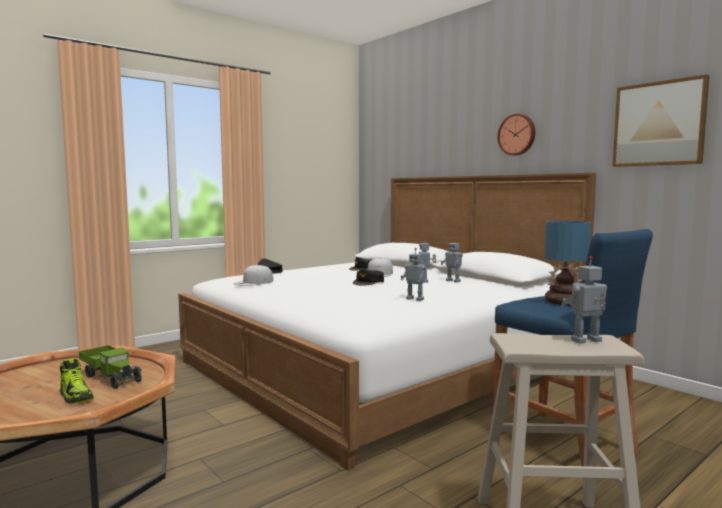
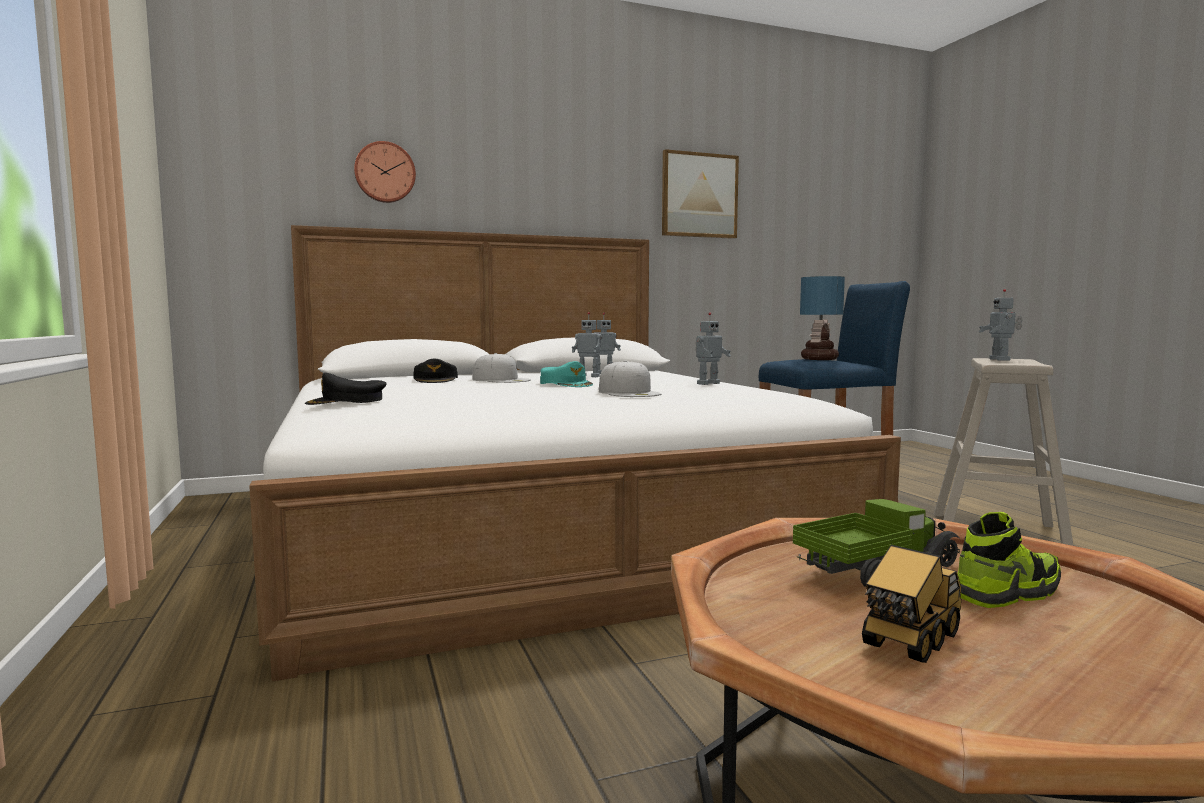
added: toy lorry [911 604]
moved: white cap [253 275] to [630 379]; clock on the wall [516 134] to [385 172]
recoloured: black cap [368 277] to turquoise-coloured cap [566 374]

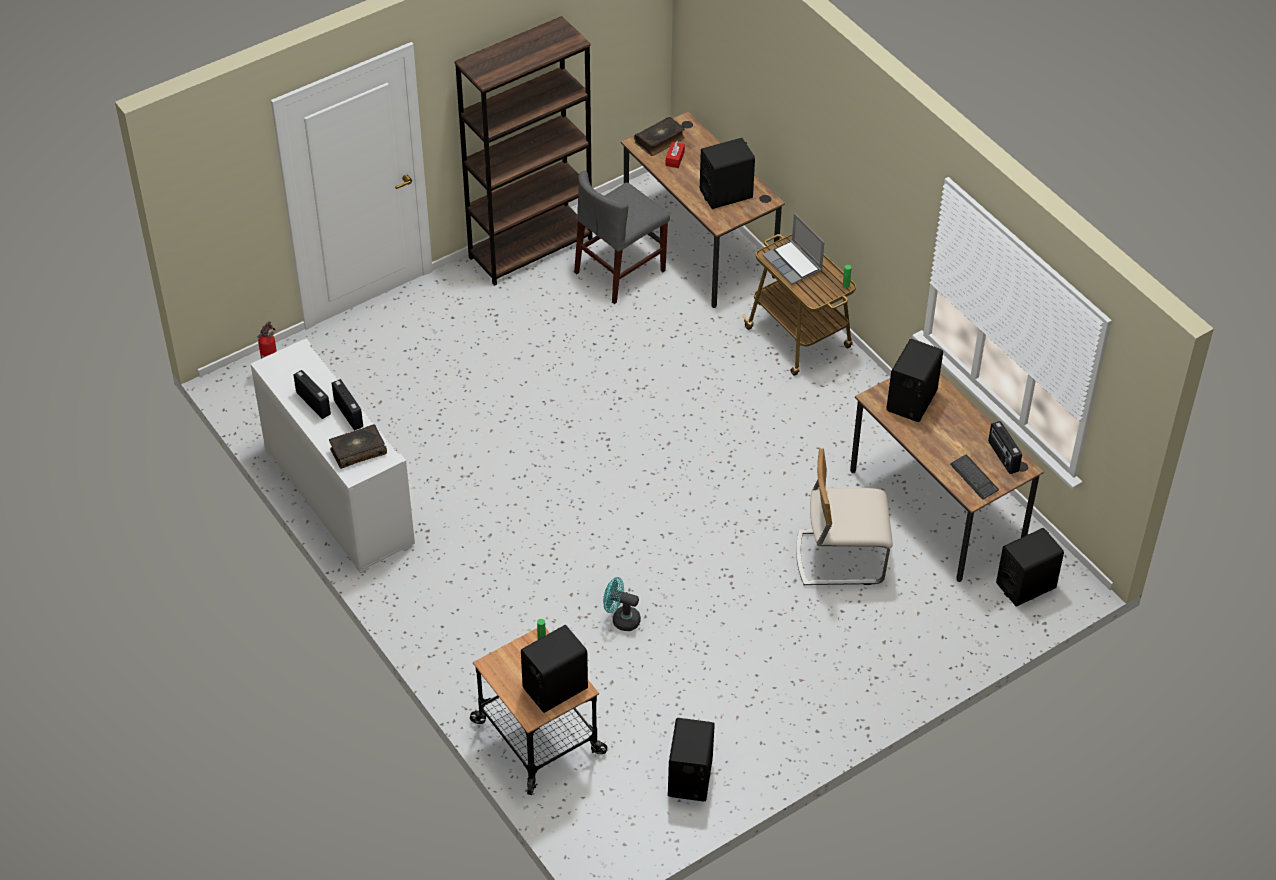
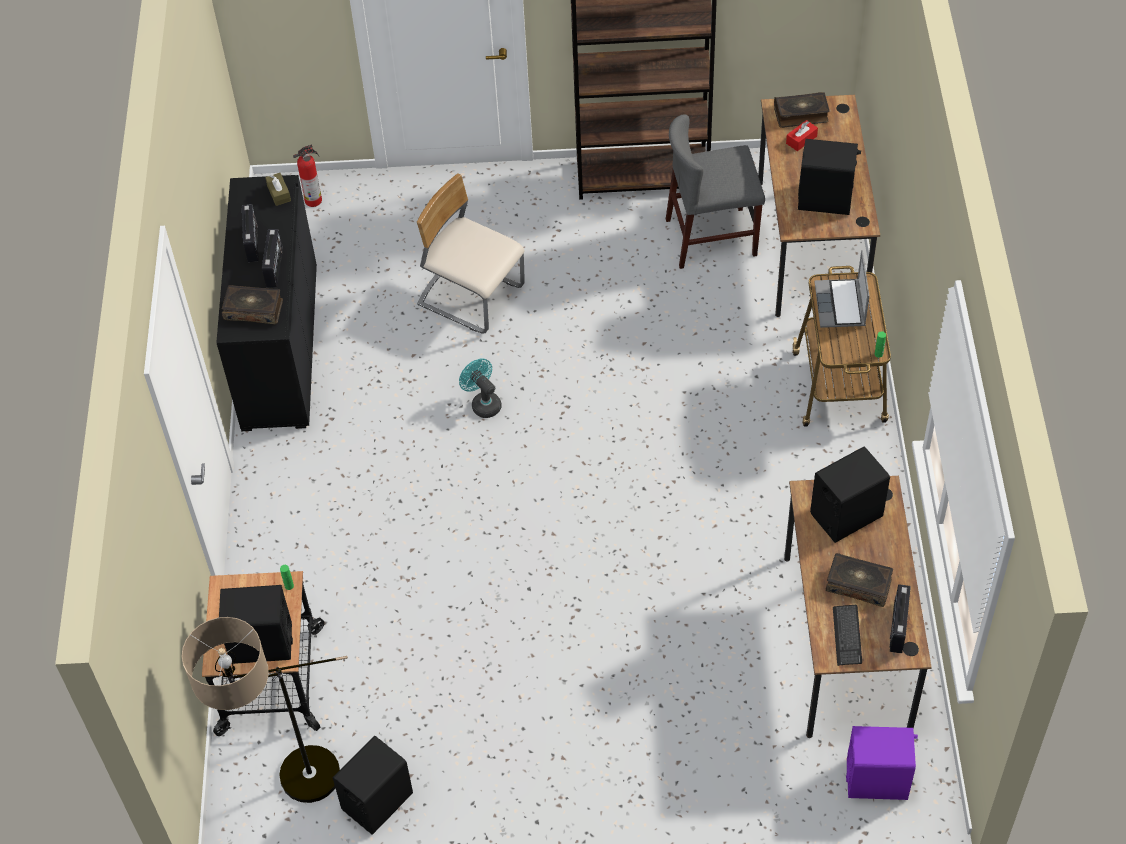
added: floor lamp [265 710]; brown tissue box [278 189]; book [859 580]
moved: turquoise-coloured fan [622 604] to [480 388]; beige-coloured plain chair [844 516] to [471 253]
recoloured: white storage cabinet [332 455] to black storage cabinet [266 303]; black loudspeaker [1030 567] to purplish loudspeaker [882 763]

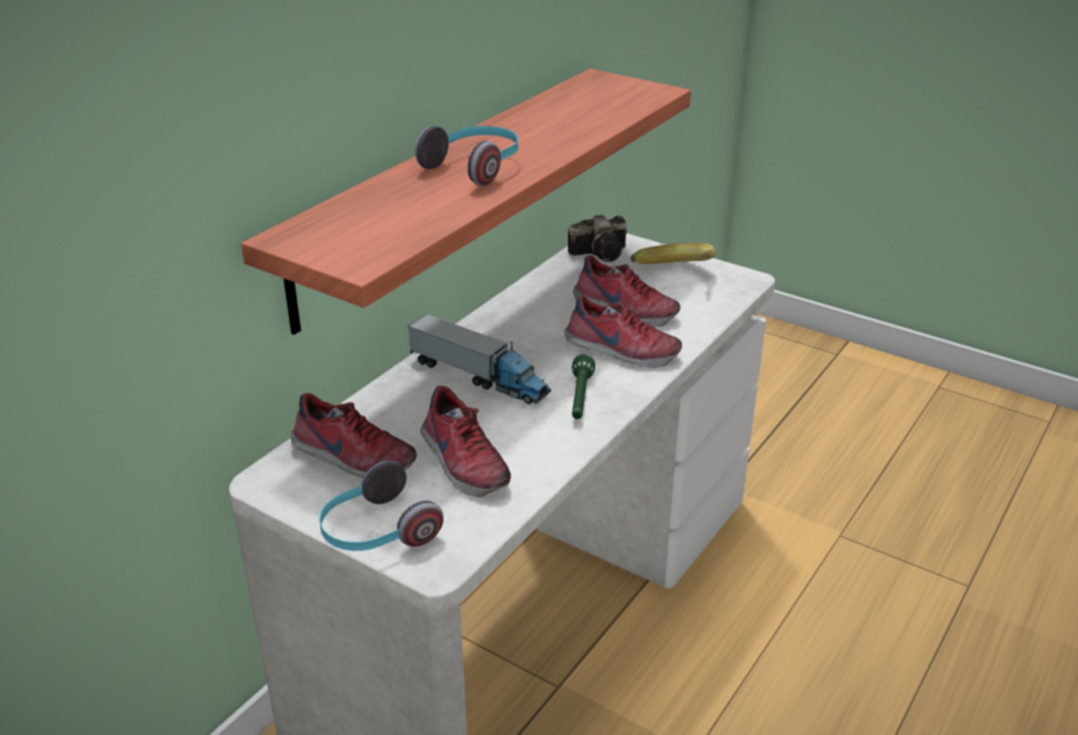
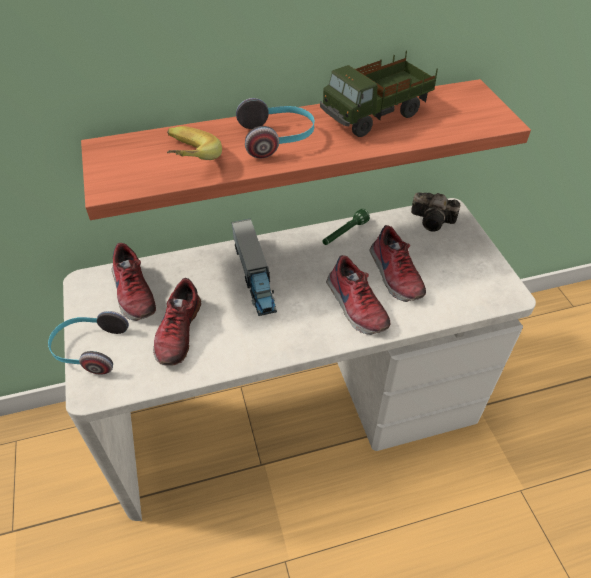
added: toy lorry [379 93]
moved: green torch [583 386] to [346 227]; banana fruit [673 253] to [194 143]

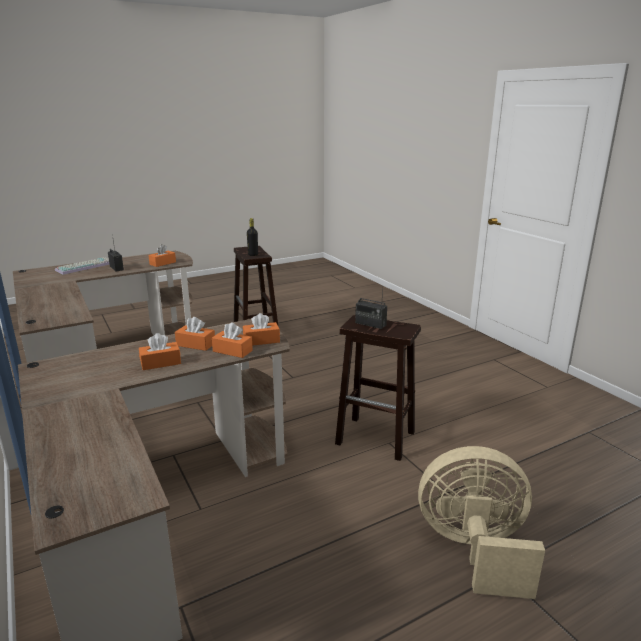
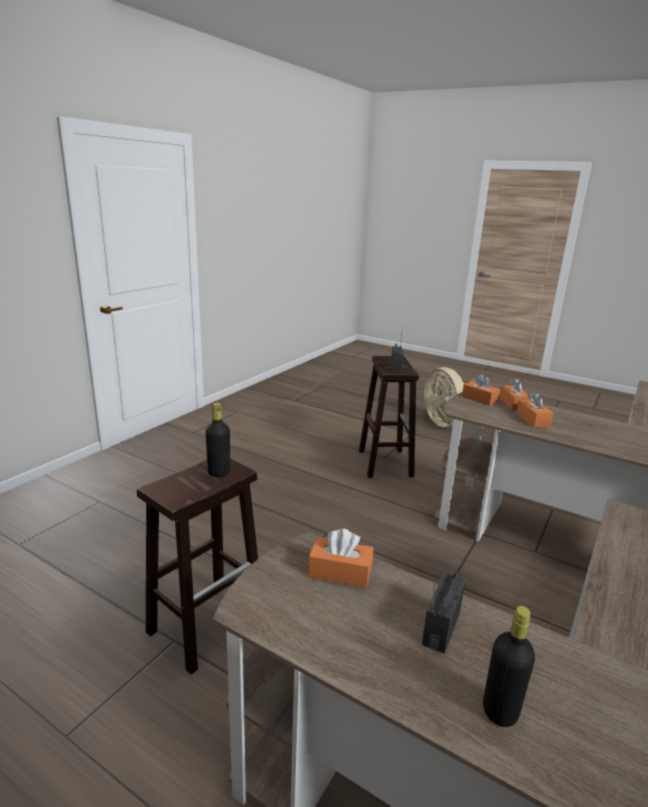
removed: orange tissue box [160 351]
replaced: computer keyboard [82 266] to black bottle [509 666]

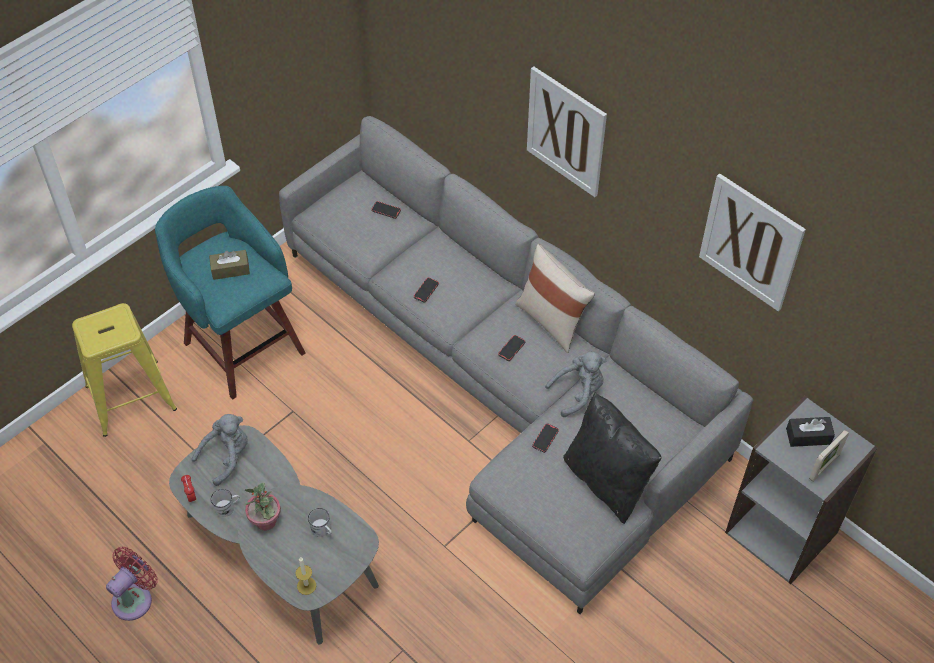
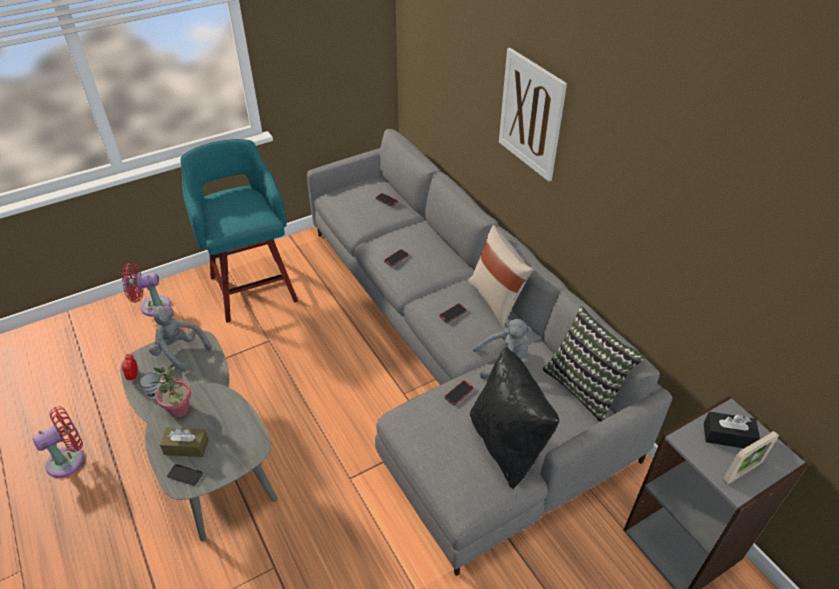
removed: white tea mug [320 522]; wall picture [752 242]
added: cushion [594 364]
moved: brown tissue box [229 265] to [184 442]
replaced: yellowish stool [124 370] to reddish fan [146 289]; candle [305 576] to telephone [185 475]
turned: grey cuddly toy [220 450] = [180 339] 120 degrees counterclockwise

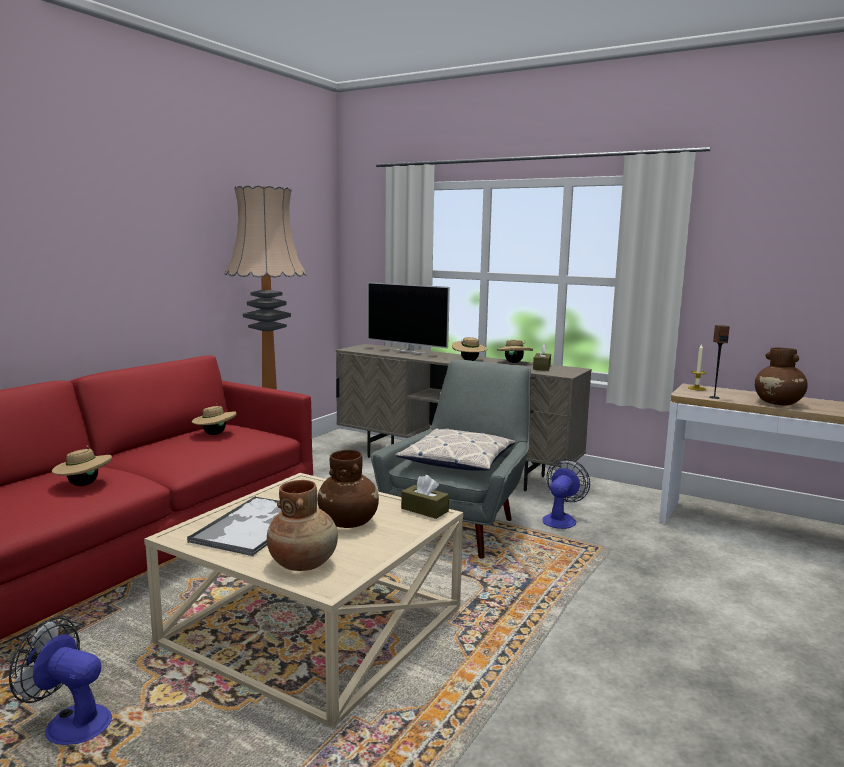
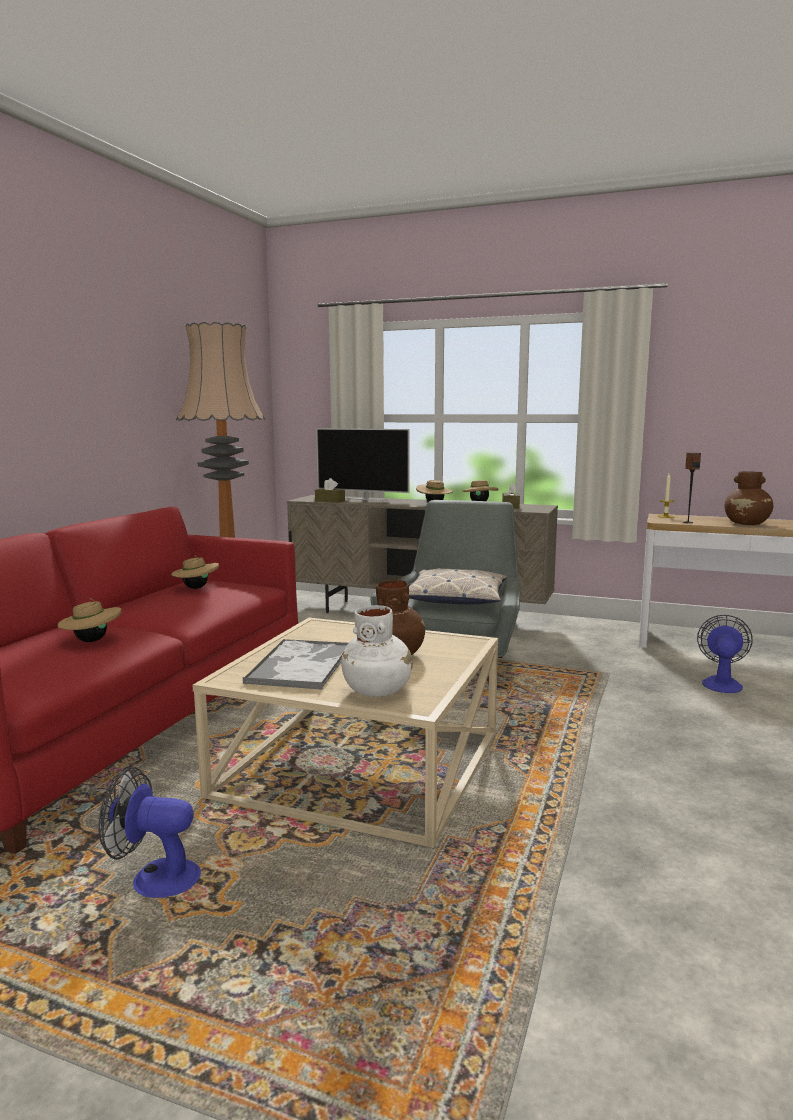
moved: brown tissue box [425 497] to [330 490]; fan [566 494] to [725 654]
recoloured: brown flower vase [302 525] to white flower vase [377 651]

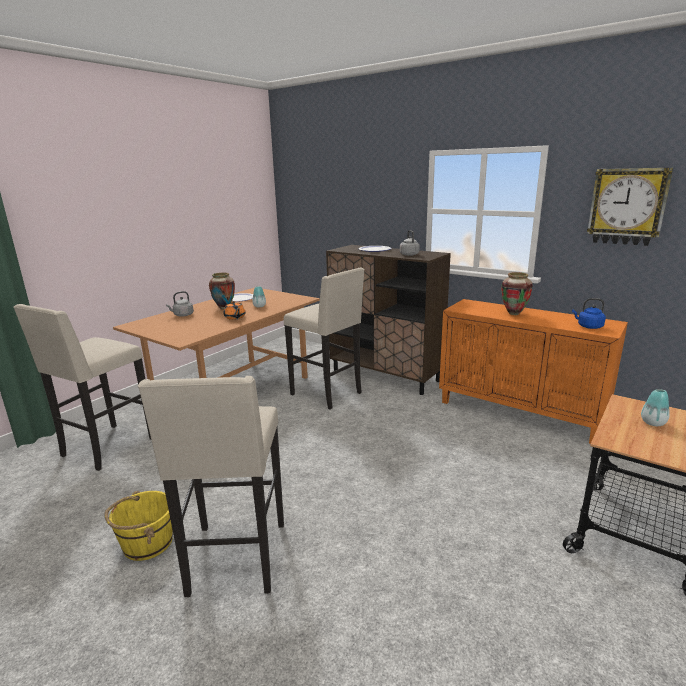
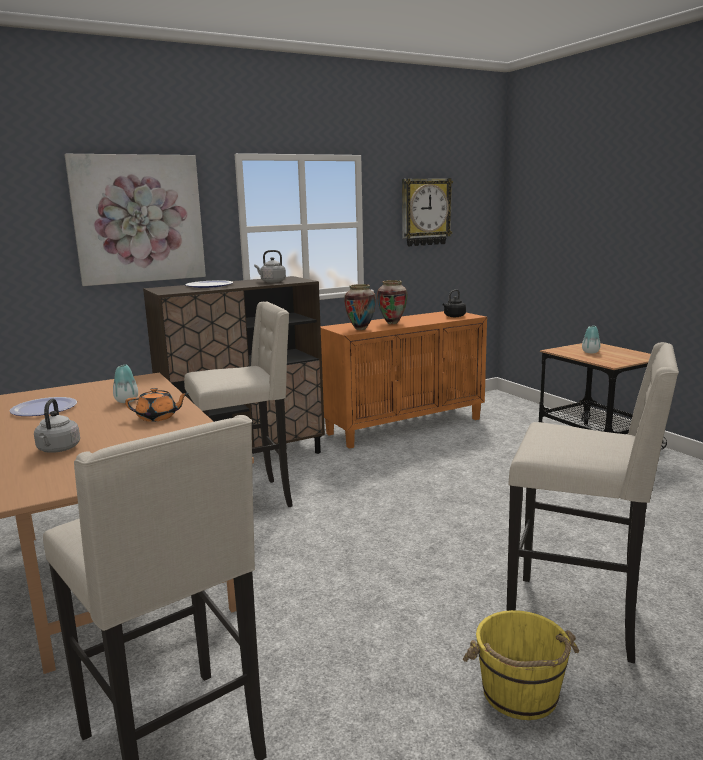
added: wall picture [135 220]
moved: flower vase [222 290] to [360 307]
recoloured: blue-coloured tea kettle [589 313] to black tea kettle [454 303]

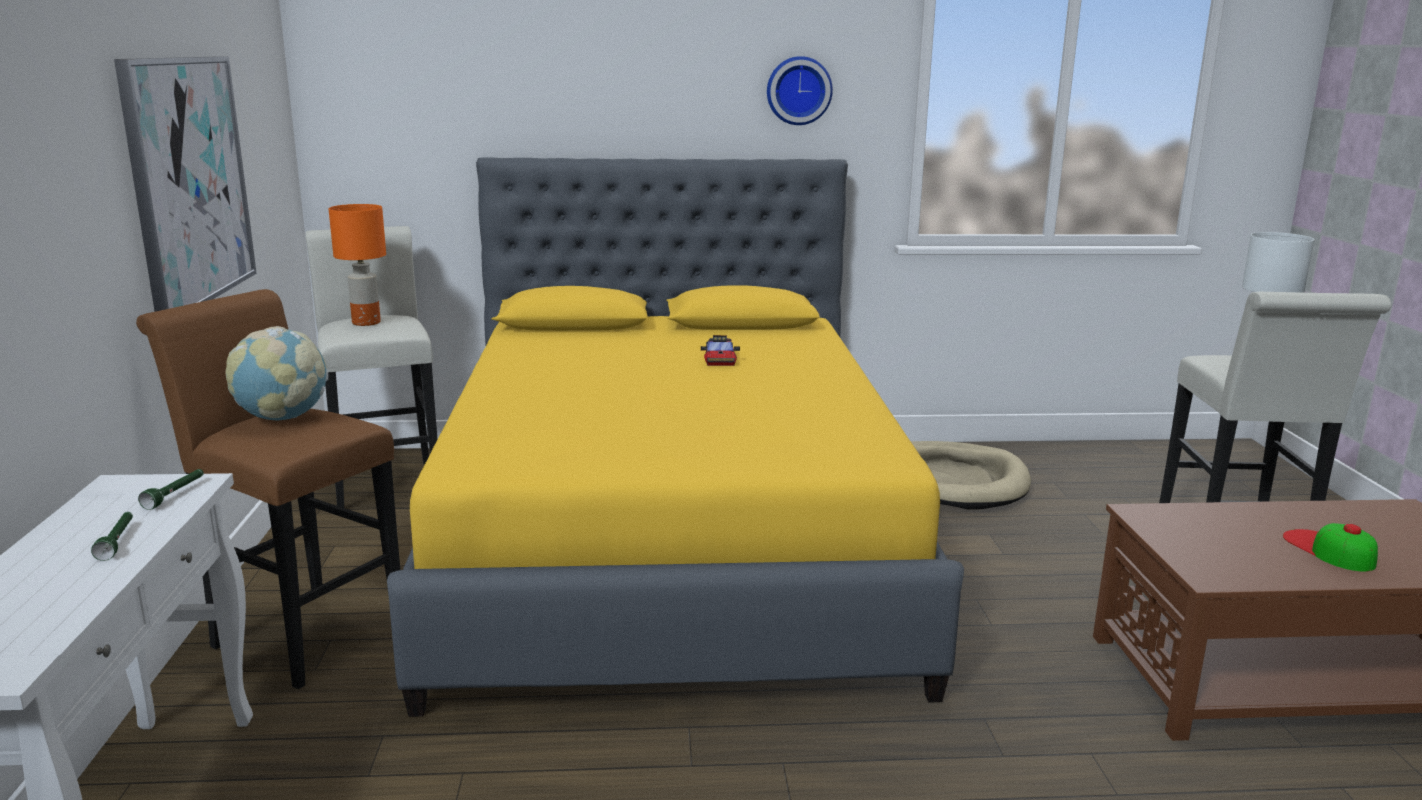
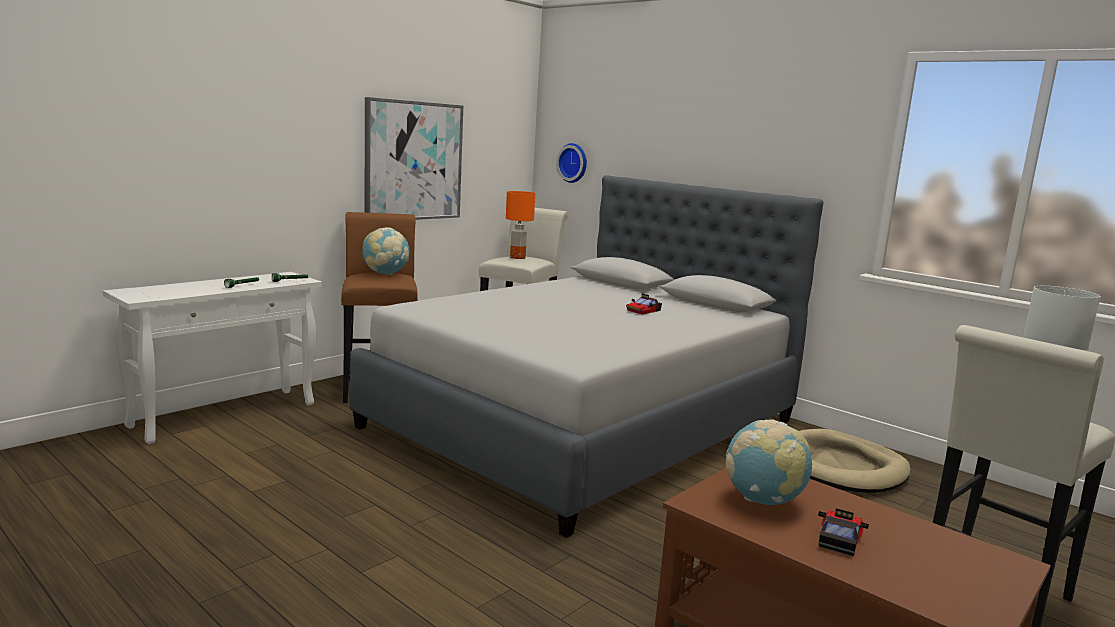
added: world globe [769 462]
moved: clock on the wall [800 90] to [571 163]
replaced: cap [1330 547] to miniature car [843 532]
recoloured: yellowish sleeping bed [675 437] to grey sleeping bed [587 356]

